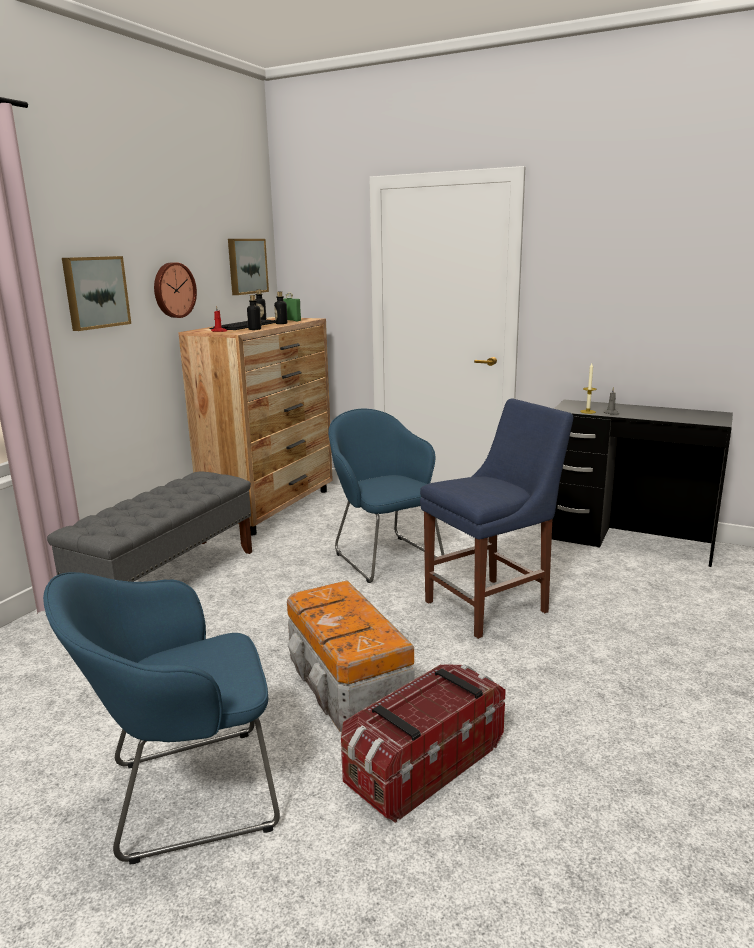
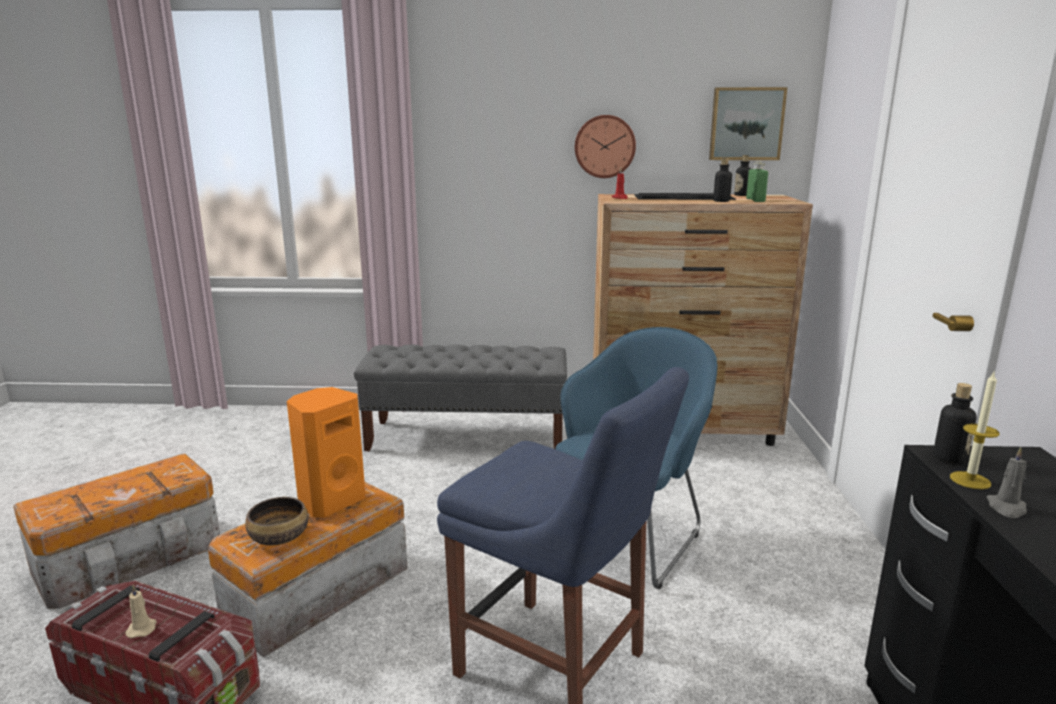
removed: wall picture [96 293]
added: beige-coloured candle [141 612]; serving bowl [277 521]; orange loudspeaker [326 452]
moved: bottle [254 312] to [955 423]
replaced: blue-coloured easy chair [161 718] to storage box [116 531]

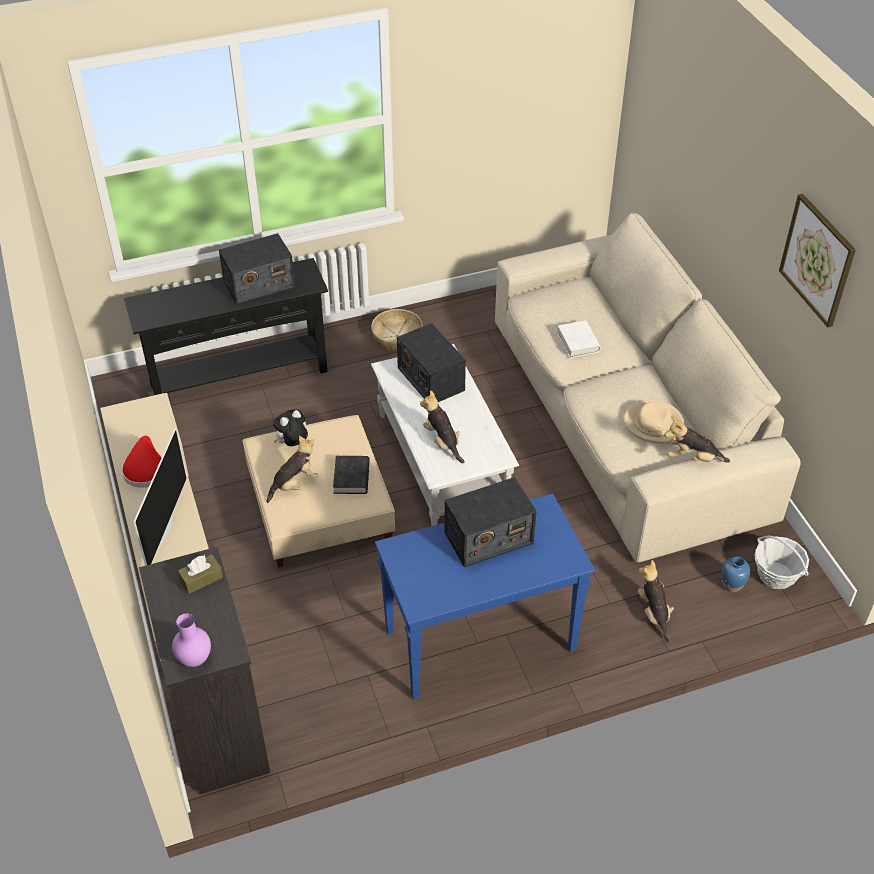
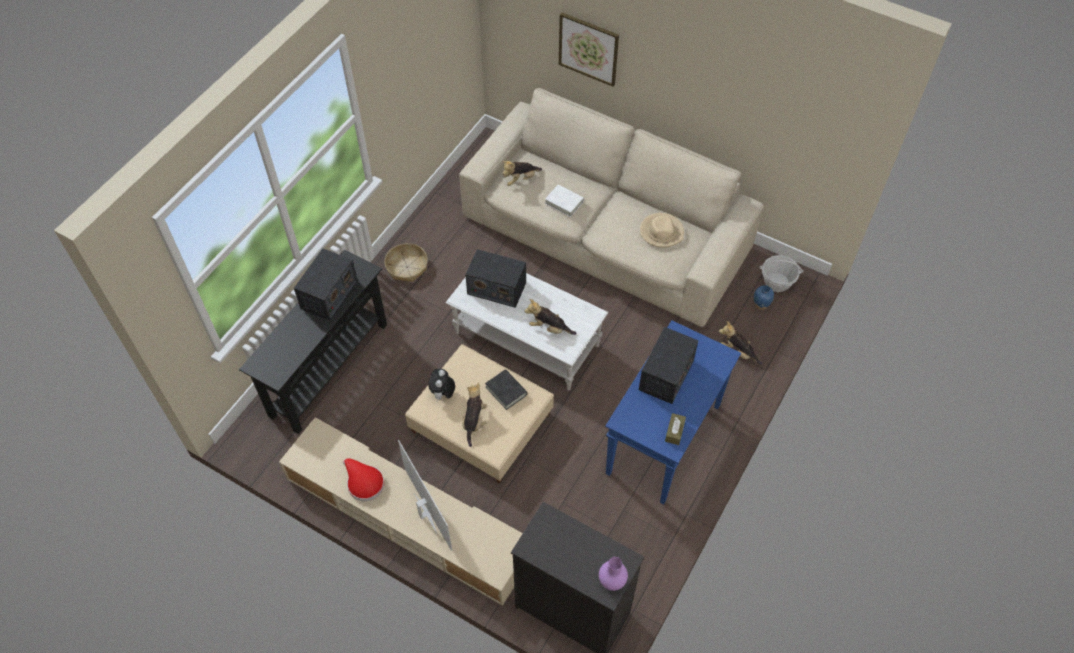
moved: brown tissue box [200 574] to [675 429]; cuddly toy [697 440] to [522 173]; wall picture [817 260] to [589 49]

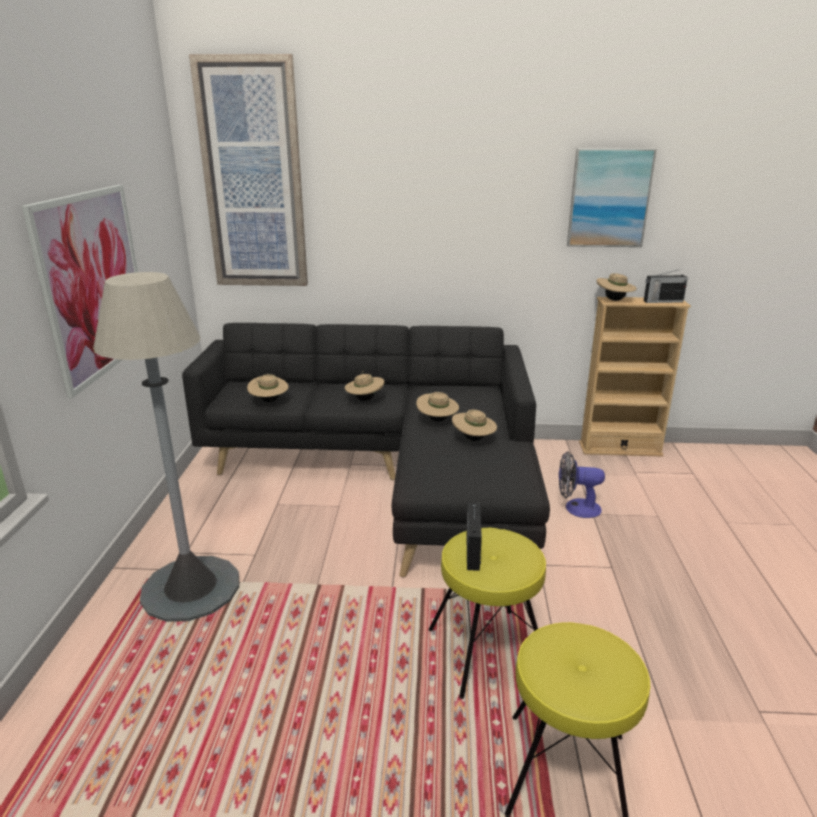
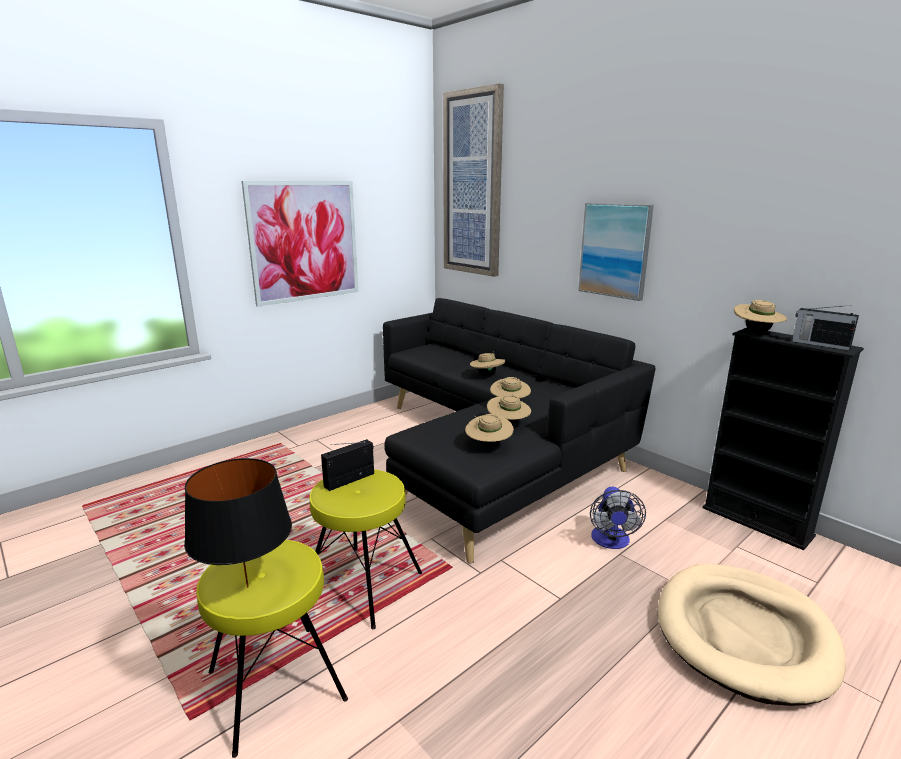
removed: grey floor lamp [166 447]
added: black lamp for a table [238 523]; beige-coloured dog cushion [752 635]
moved: beige-coloured wearable hat [267 388] to [489 431]; wall picture [612 197] to [616 252]
recoloured: beige-coloured bookcase [635 376] to black bookcase [783 439]
turned: fan [582 484] = [618 518] 135 degrees counterclockwise

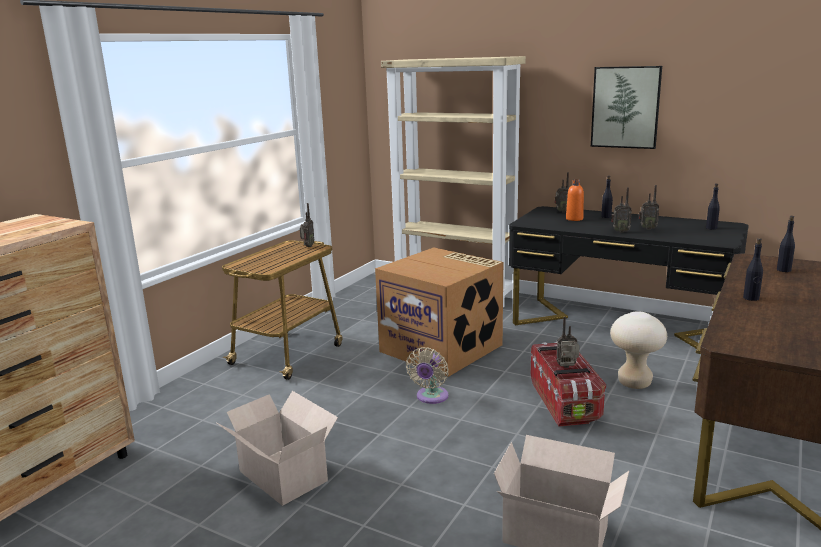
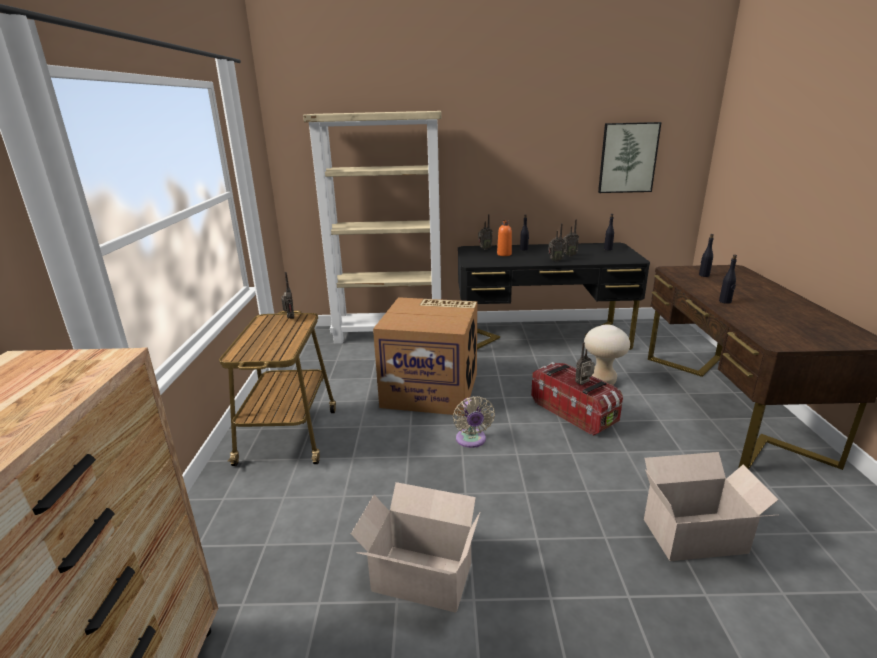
moved: wall picture [626 107] to [629 157]

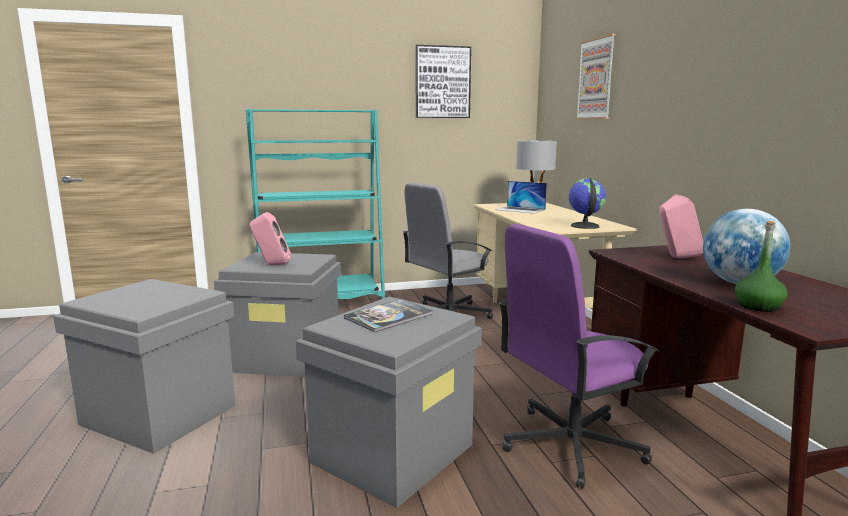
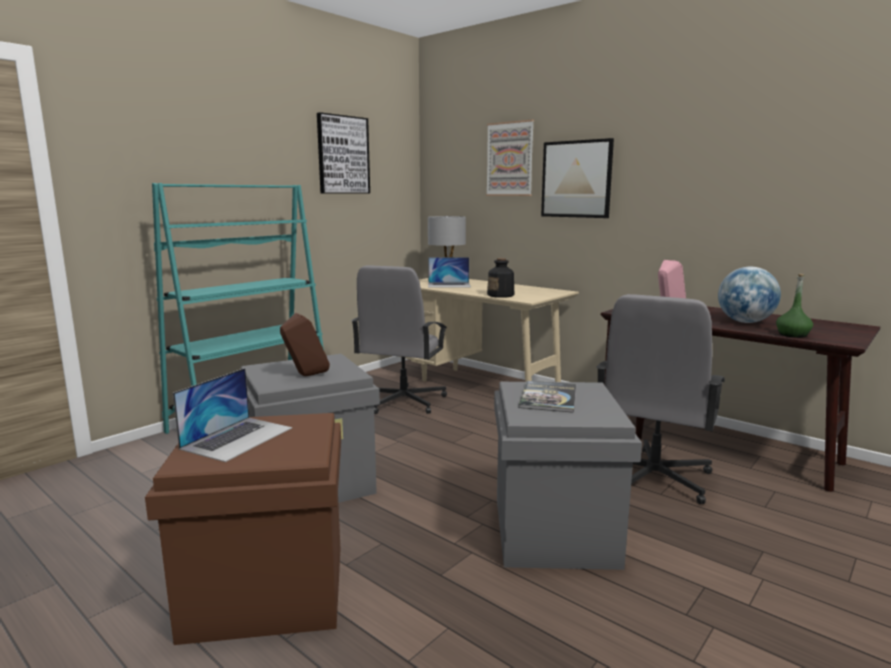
removed: world globe [587 203]
added: portable computer [232 415]; bottle [500 278]; wall picture [577 178]
recoloured: grey storage box [144 366] to brown storage box [243 529]; pink-coloured loudspeaker [270 239] to brown loudspeaker [305 344]; purplish office chair [578 356] to grey office chair [660 399]

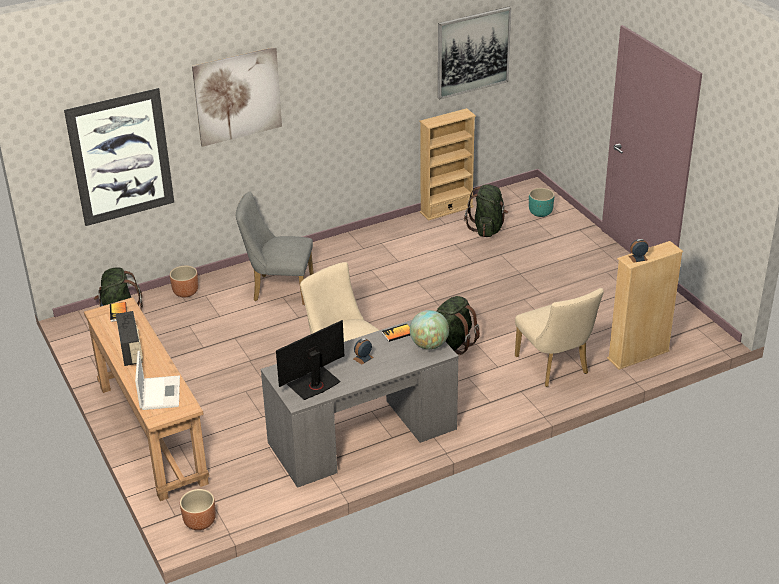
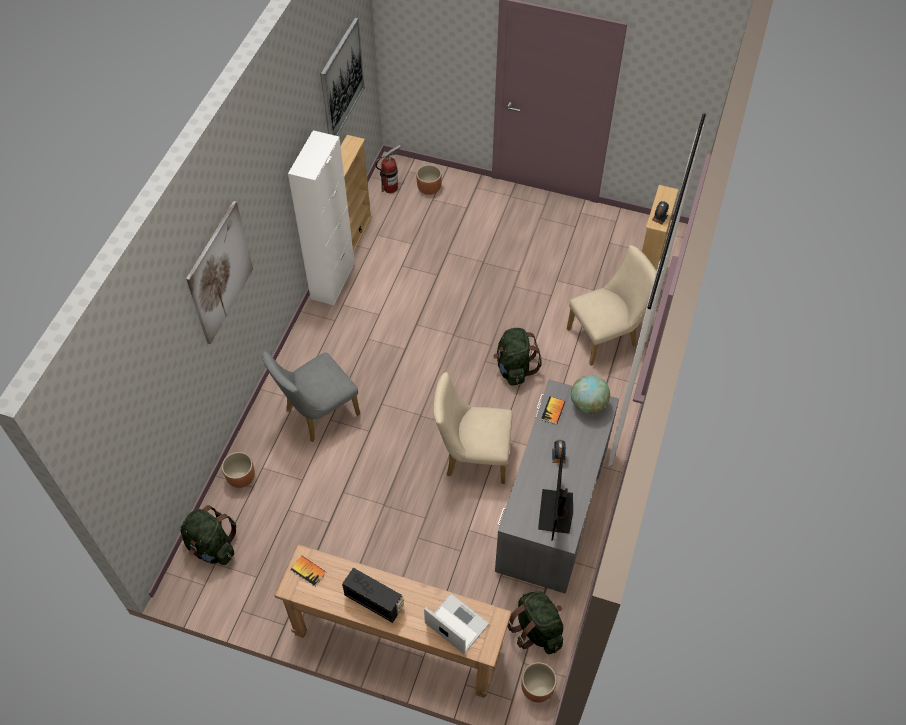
removed: wall picture [119 157]
added: white storage cabinet [321 217]; extinguisher [388 169]
moved: green knapsack [486 210] to [536 623]
recoloured: turquoise-coloured planter [541 202] to brown planter [429 180]
turned: beige-coloured plain chair [559 337] = [614 305] 45 degrees counterclockwise

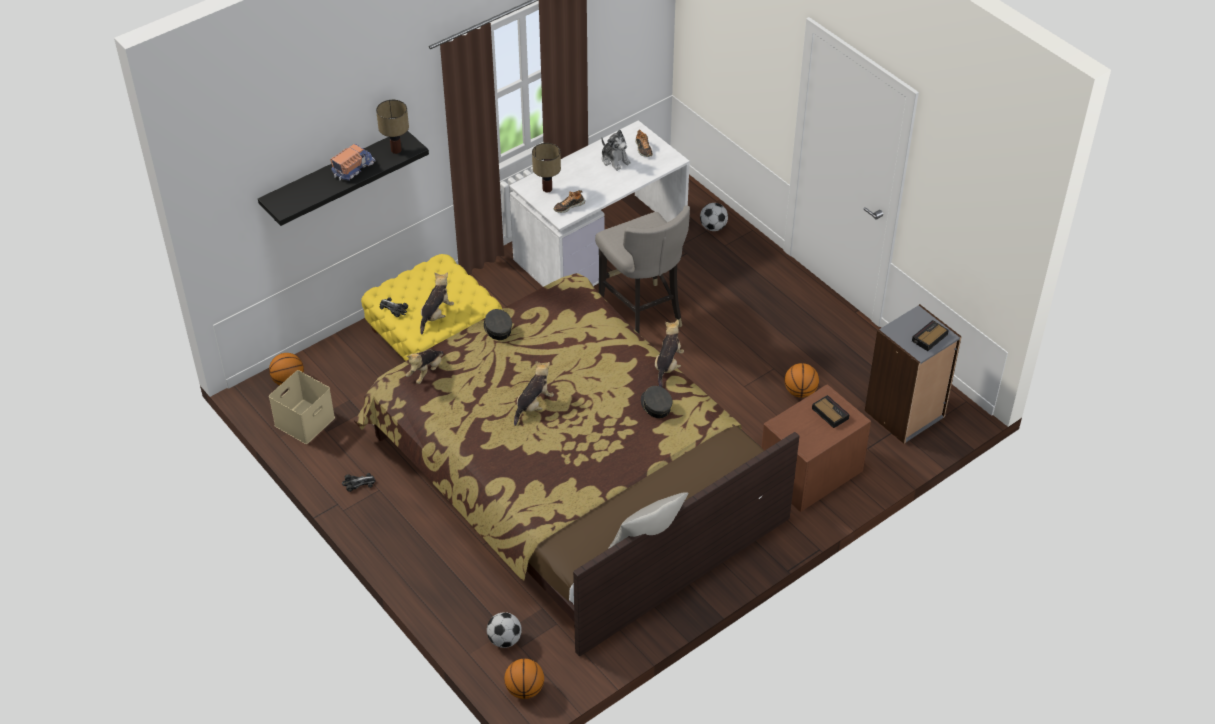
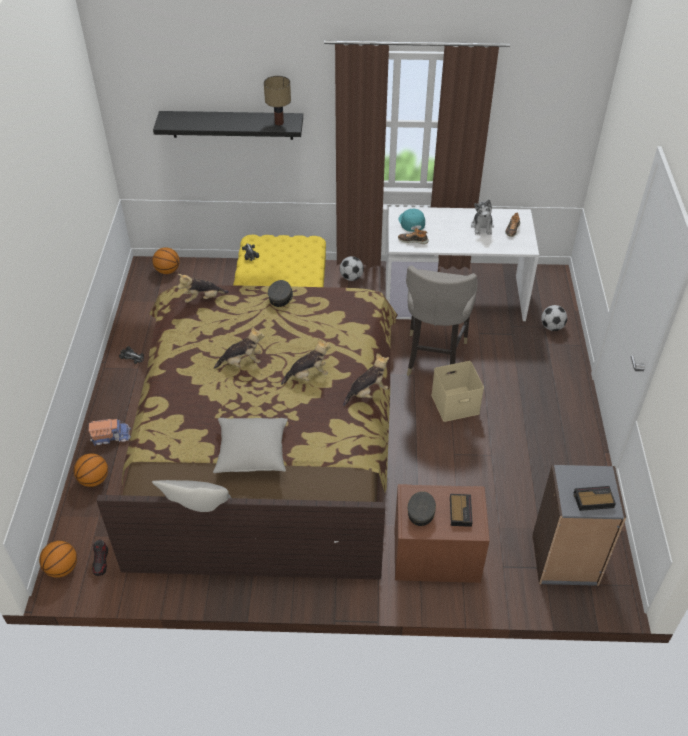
added: item of footwear [100 557]; grey cushion [250 445]
moved: beige-coloured storage box [302 407] to [457 391]; toy lorry [353 162] to [110 432]; cuddly toy [437 303] to [305 361]; football [504 630] to [352 268]; grey cap [656 402] to [421 508]; ball for basketball [801 380] to [91 470]
replaced: lamp for a table [546 167] to turquoise-coloured cap [411 220]

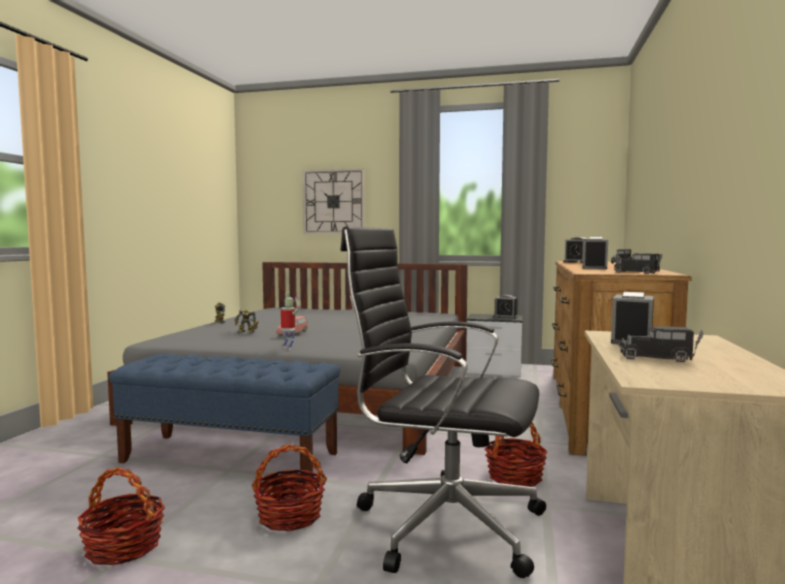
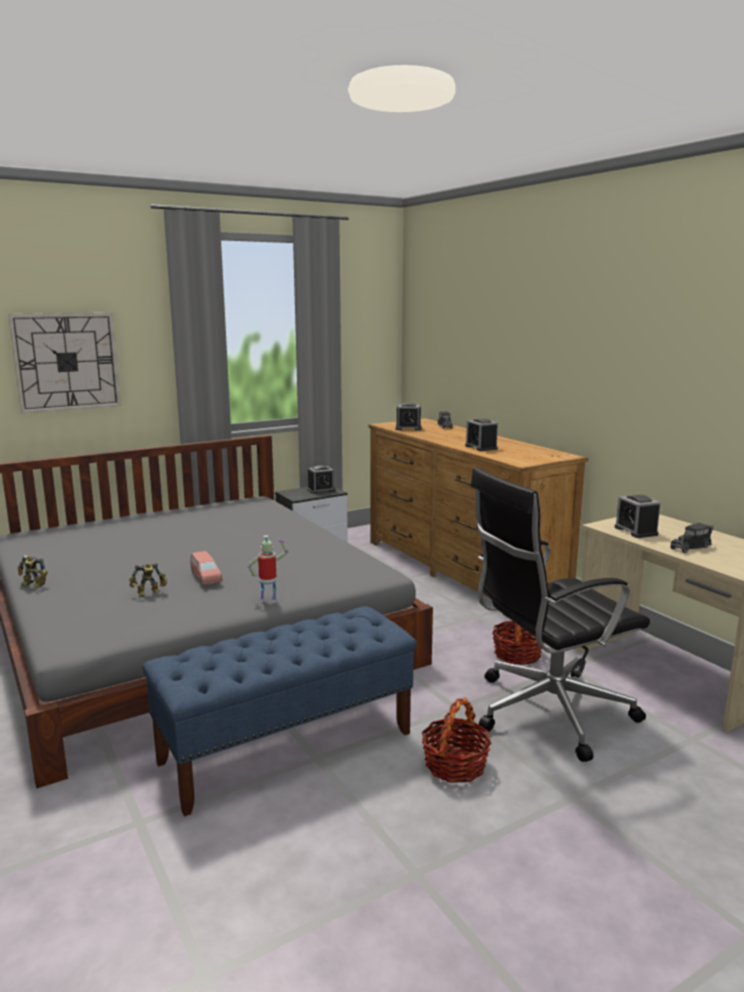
removed: basket [121 516]; toy lorry [638 263]

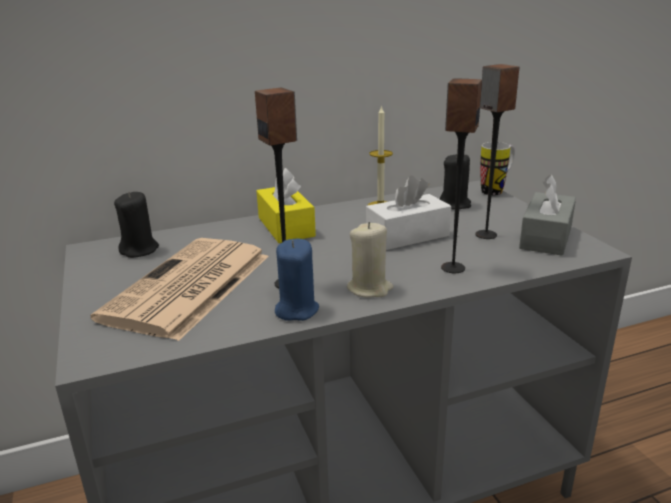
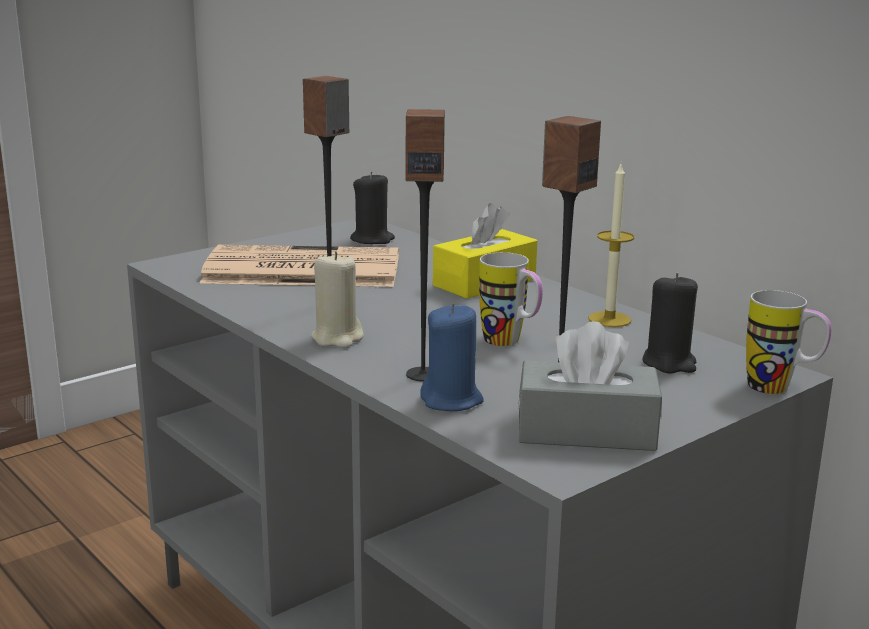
moved: blue-coloured candle [297 280] to [452 357]
replaced: white tissue box [408 213] to tea mug [511 299]

